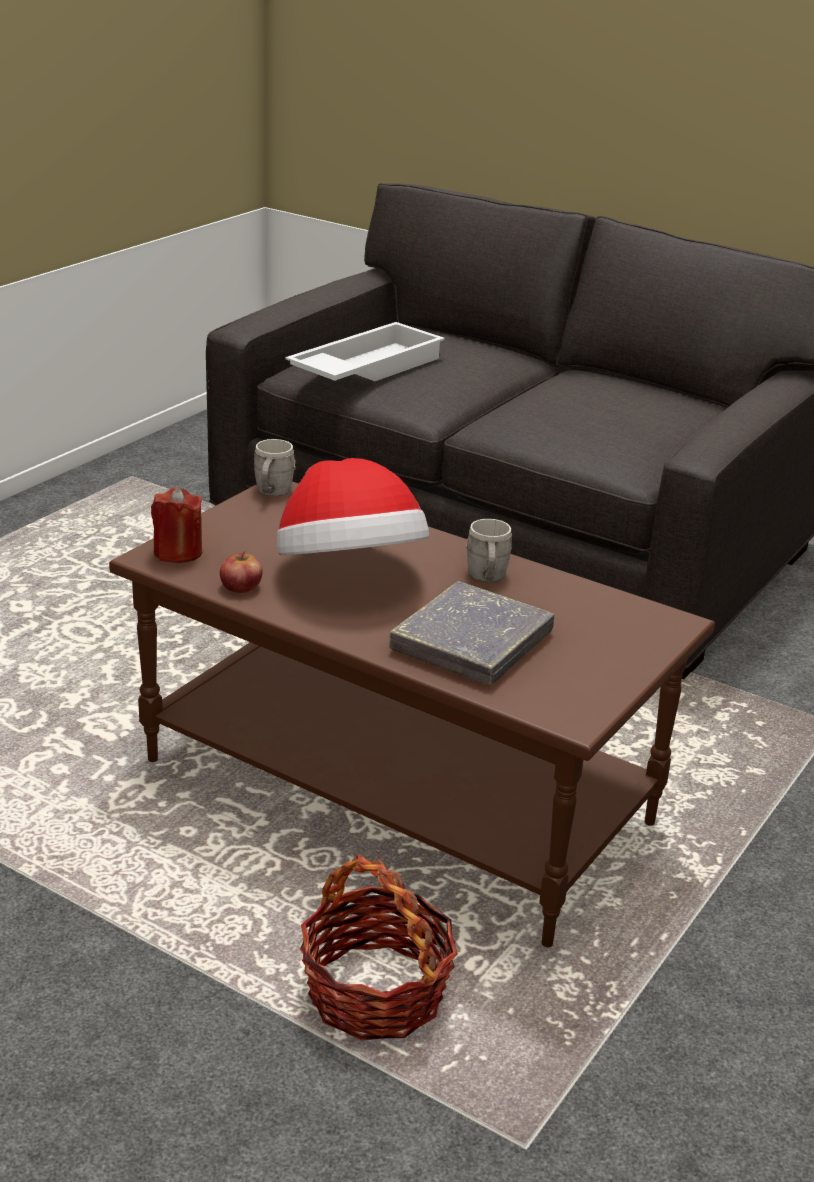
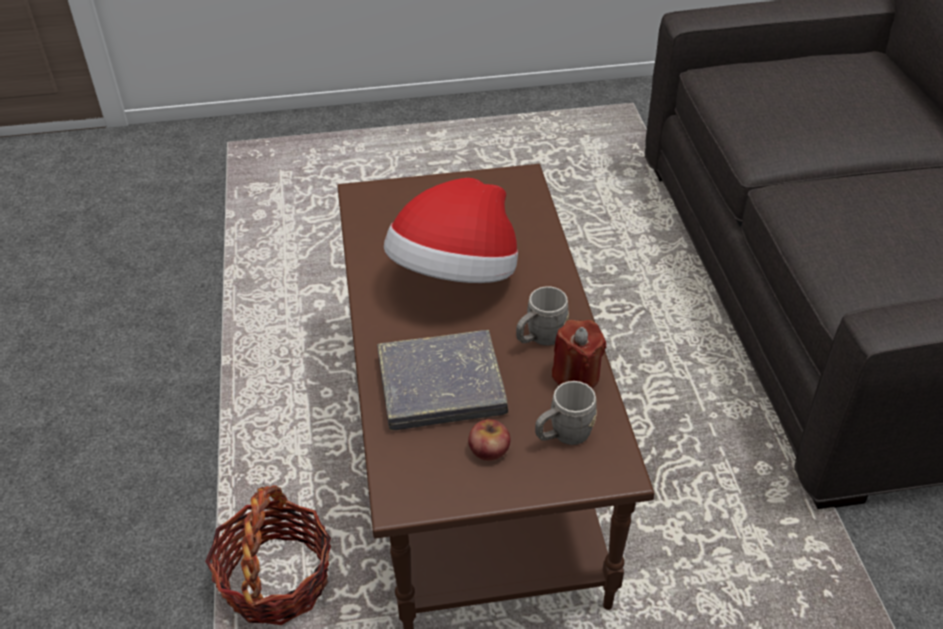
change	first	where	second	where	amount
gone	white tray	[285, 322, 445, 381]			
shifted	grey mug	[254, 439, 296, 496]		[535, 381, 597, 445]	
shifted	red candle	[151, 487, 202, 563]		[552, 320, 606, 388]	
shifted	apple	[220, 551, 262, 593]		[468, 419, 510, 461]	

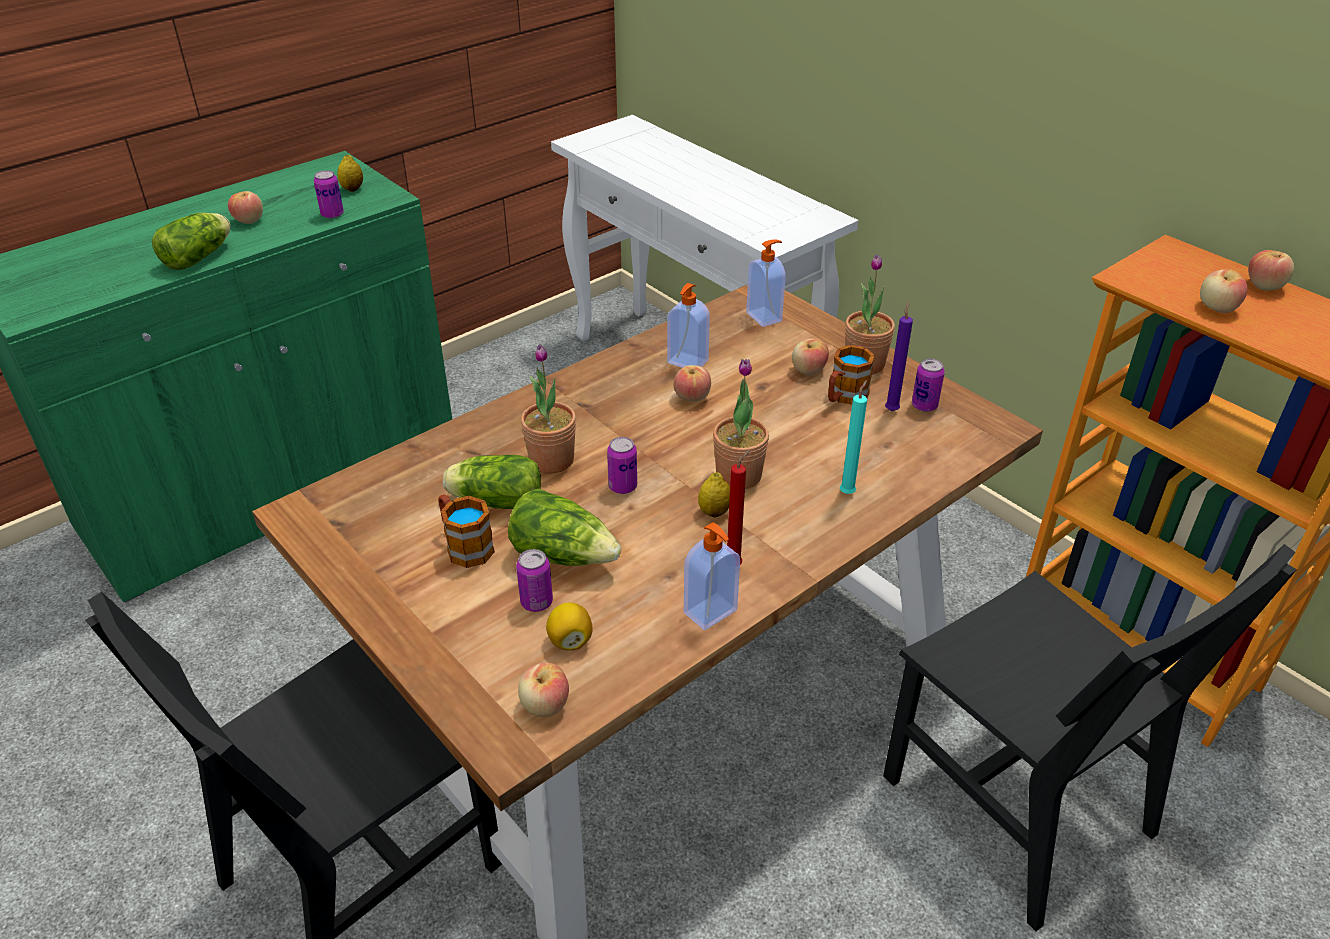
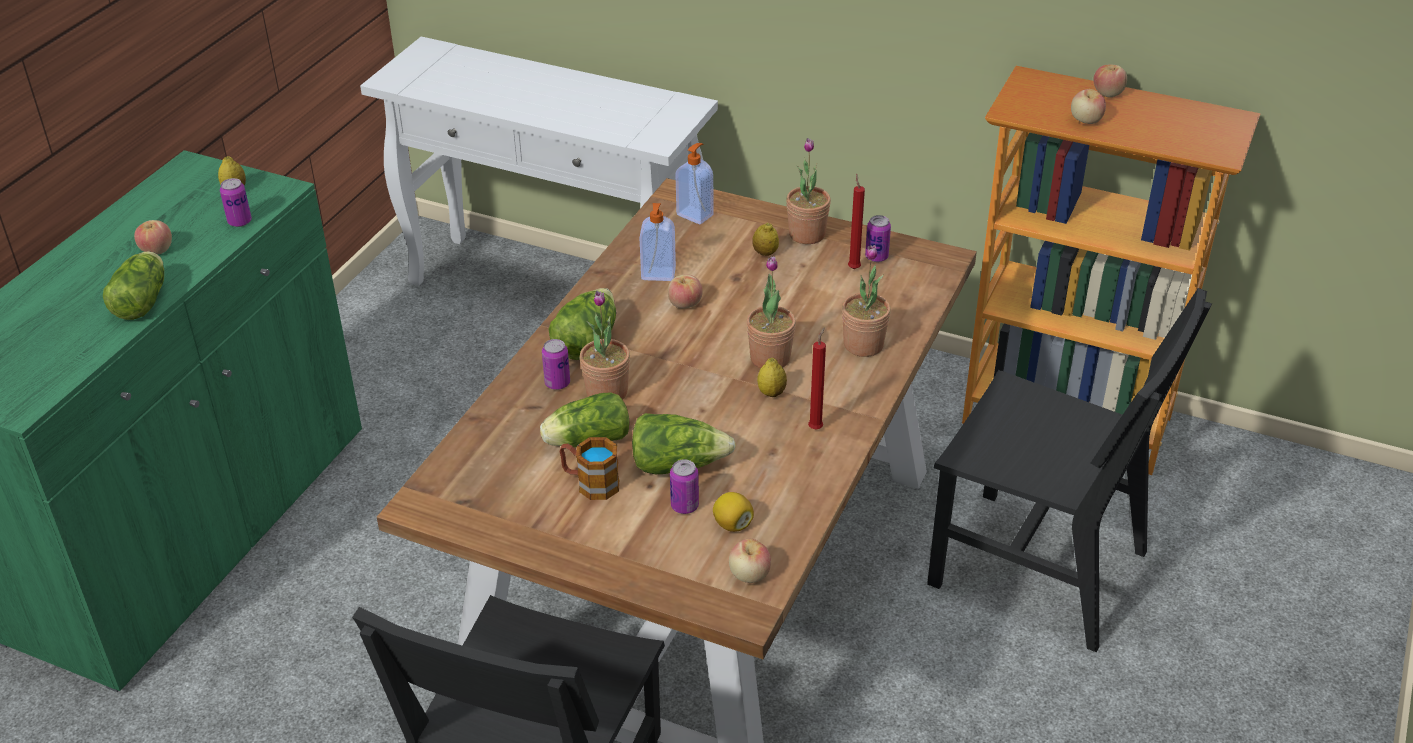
change	first	where	second	where	amount
repainted	purple candle	[885, 302, 913, 411]	red candle	[848, 173, 865, 269]	
swapped	apple	[792, 338, 829, 376]	lemon	[752, 223, 779, 256]	
gone	mug	[828, 345, 875, 405]			
swapped	turquoise candle	[840, 380, 867, 494]	potted plant	[842, 245, 891, 357]	
shifted	can	[607, 437, 637, 494]		[542, 339, 570, 390]	
gone	soap dispenser	[684, 522, 740, 630]			
new			lettuce	[549, 288, 616, 360]	

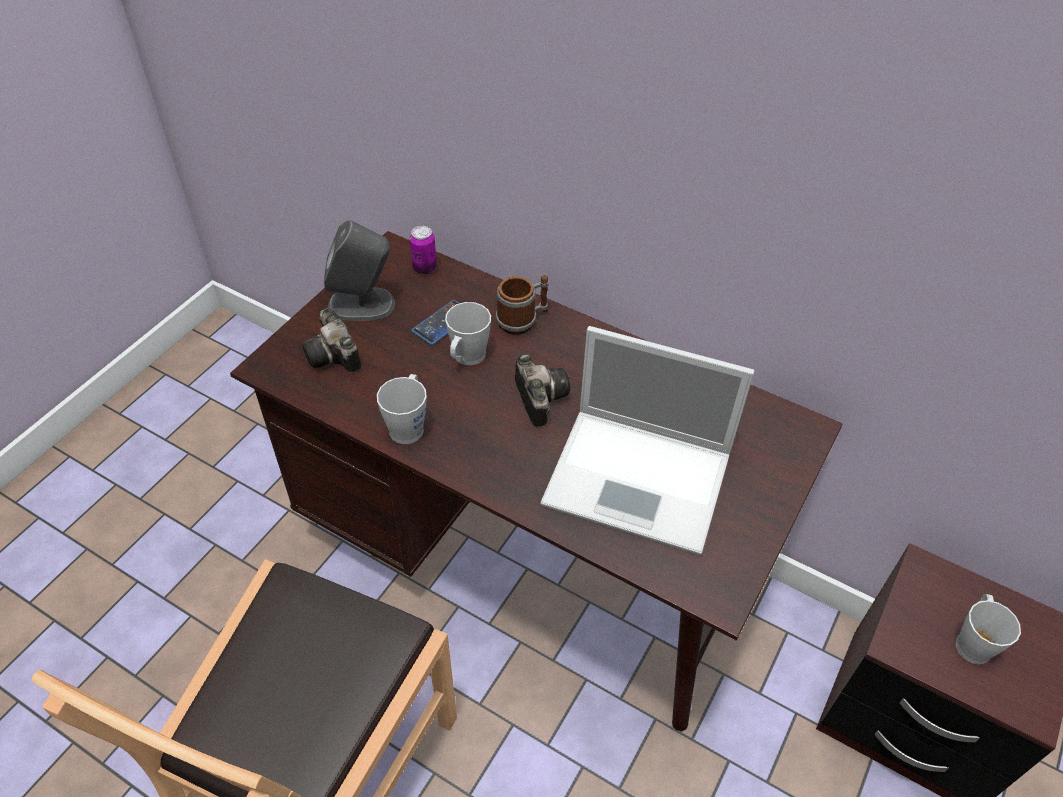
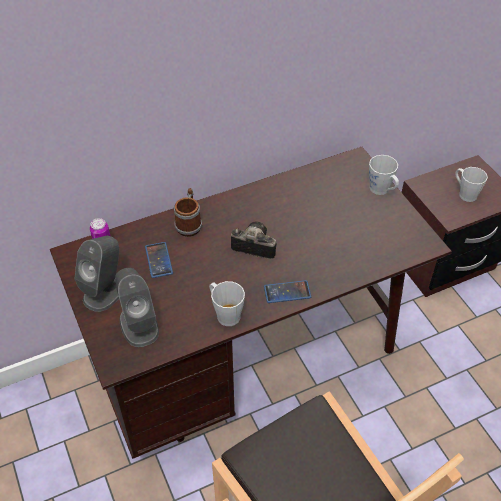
change	first	where	second	where	amount
shifted	grey mug	[445, 302, 491, 365]		[369, 155, 399, 195]	
swapped	photo camera	[303, 308, 361, 373]	grey speaker	[115, 268, 159, 347]	
gone	laptop	[540, 326, 754, 555]			
new			phone	[264, 280, 311, 303]	

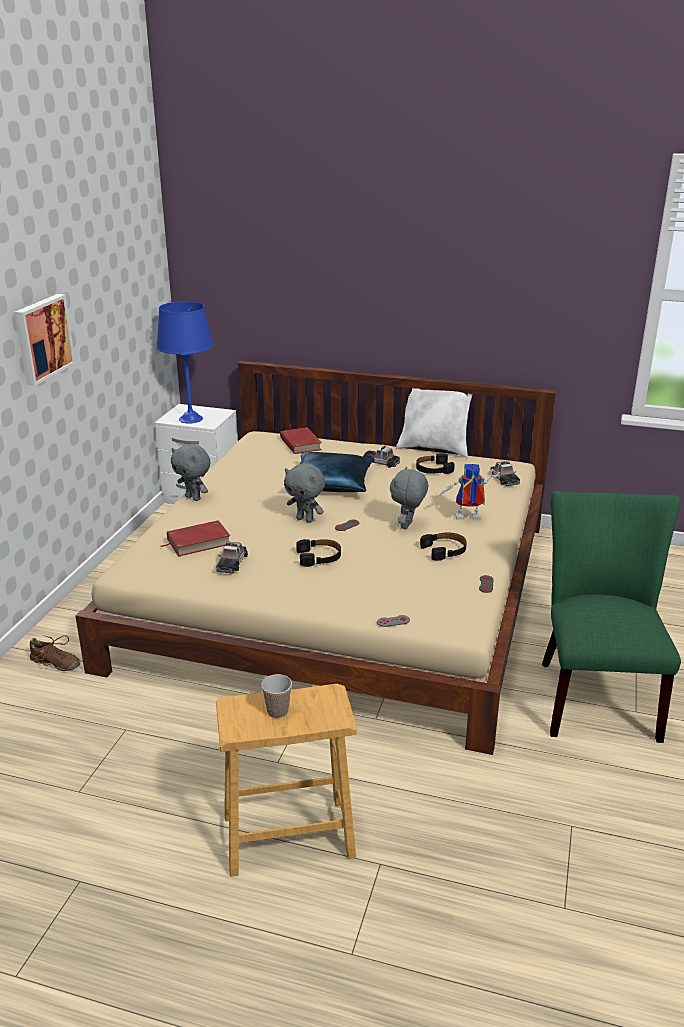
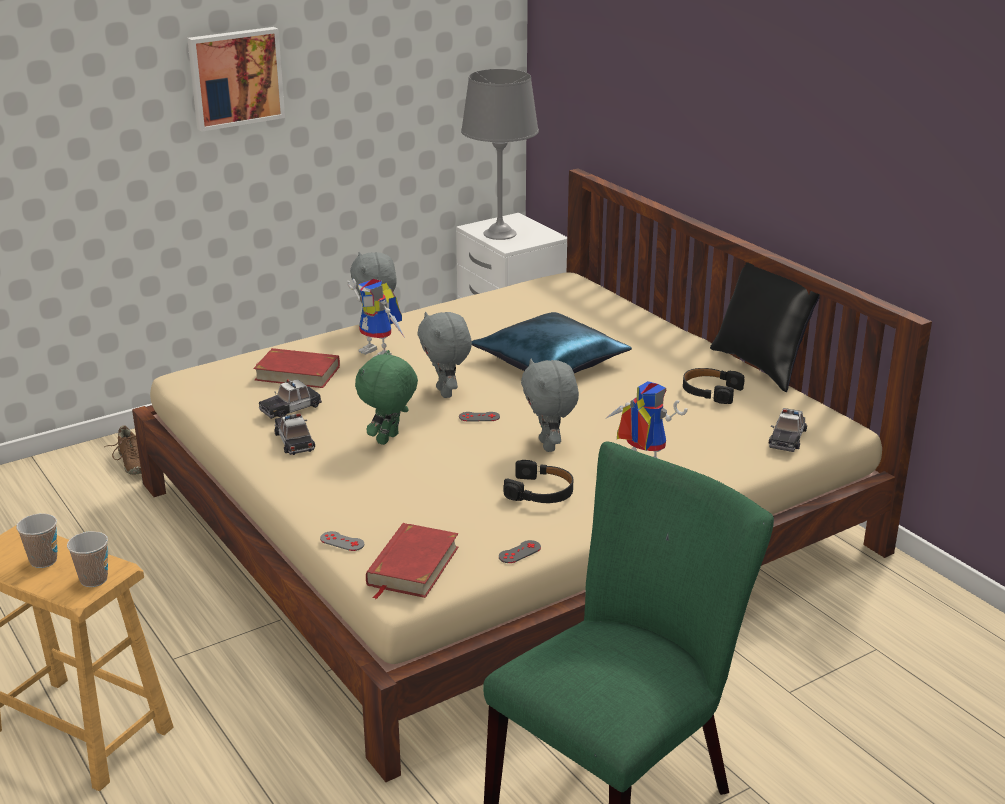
change	first	where	second	where	amount
repainted	blue table lamp	[157, 301, 213, 424]	grey table lamp	[461, 69, 539, 240]	
repainted	white pillow	[396, 388, 473, 457]	black pillow	[710, 262, 820, 392]	
shifted	red book	[280, 427, 322, 454]		[366, 523, 458, 599]	
shifted	toy car	[363, 445, 400, 468]		[274, 413, 315, 455]	
rotated	grey plush toy	[390, 466, 428, 530]		[521, 359, 579, 452]	75 degrees counterclockwise
swapped	black headphones	[296, 539, 341, 567]	green plush toy	[355, 350, 418, 445]	
new			toy robot	[347, 279, 405, 357]	
new			cup	[67, 531, 108, 587]	

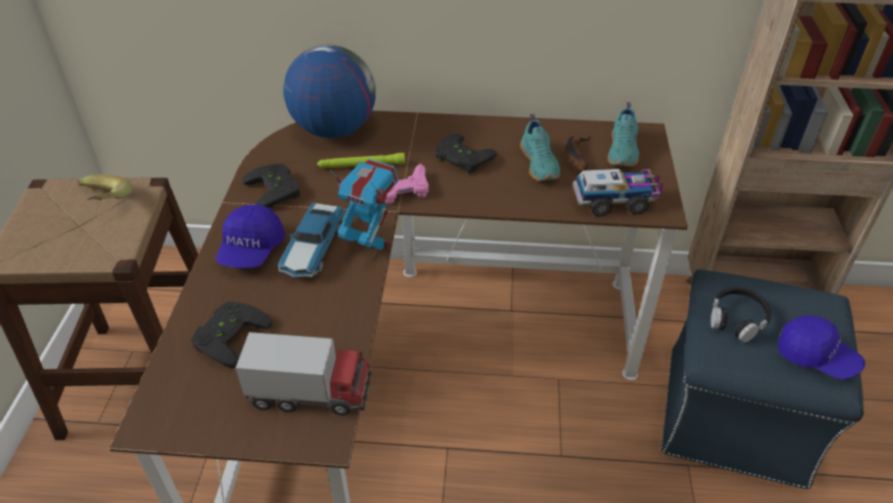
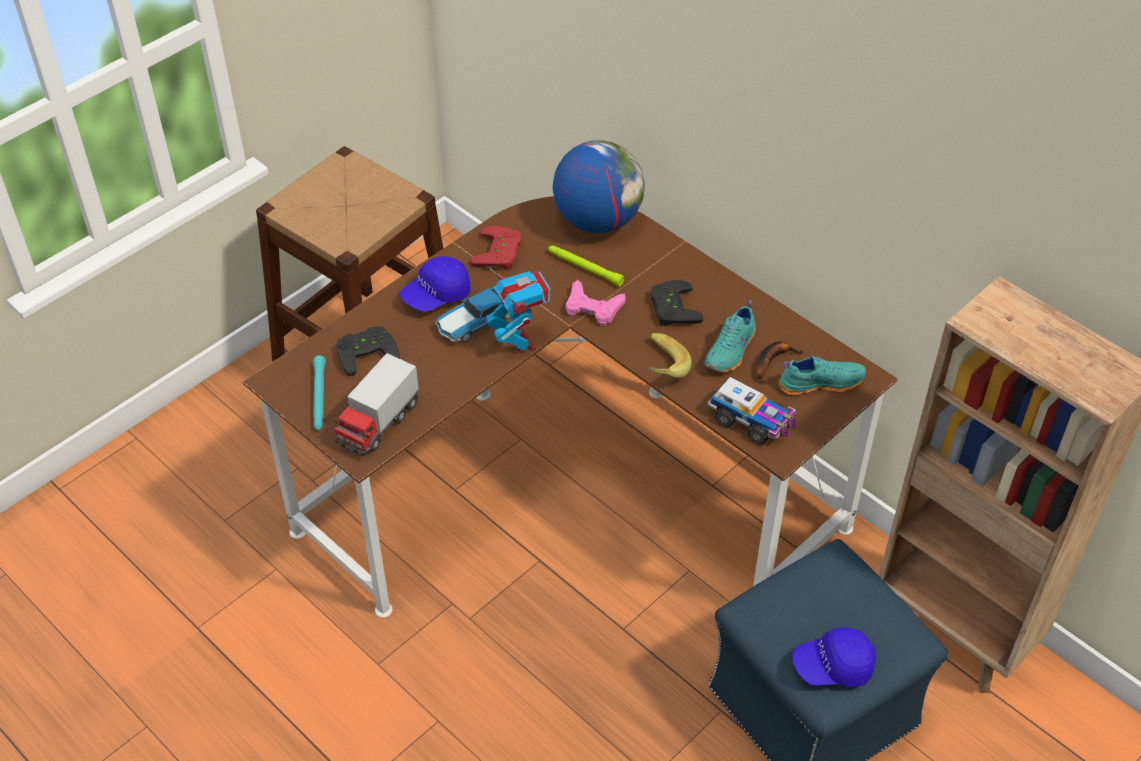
change	first	where	second	where	amount
rotated	turquoise shoe	[607, 102, 639, 167]		[778, 356, 866, 395]	150 degrees counterclockwise
repainted	black game controller	[242, 163, 300, 208]	red game controller	[470, 226, 521, 270]	
shifted	banana	[78, 174, 133, 201]		[645, 333, 692, 378]	
gone	black headphones	[711, 287, 771, 343]			
rotated	blue cap	[778, 315, 865, 380]		[792, 627, 876, 687]	90 degrees clockwise
rotated	toy truck	[235, 332, 372, 415]		[335, 353, 419, 456]	75 degrees clockwise
new			turquoise flashlight	[313, 355, 326, 431]	

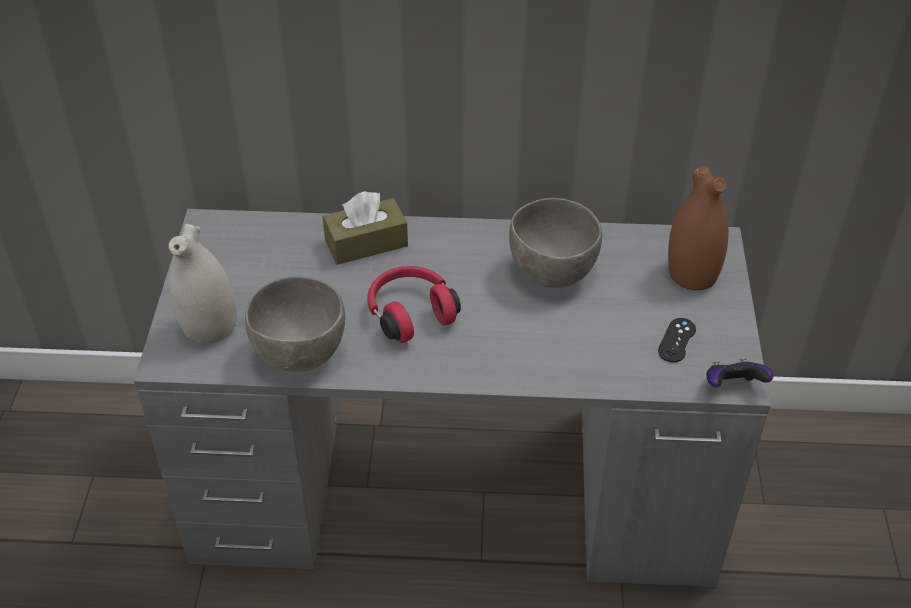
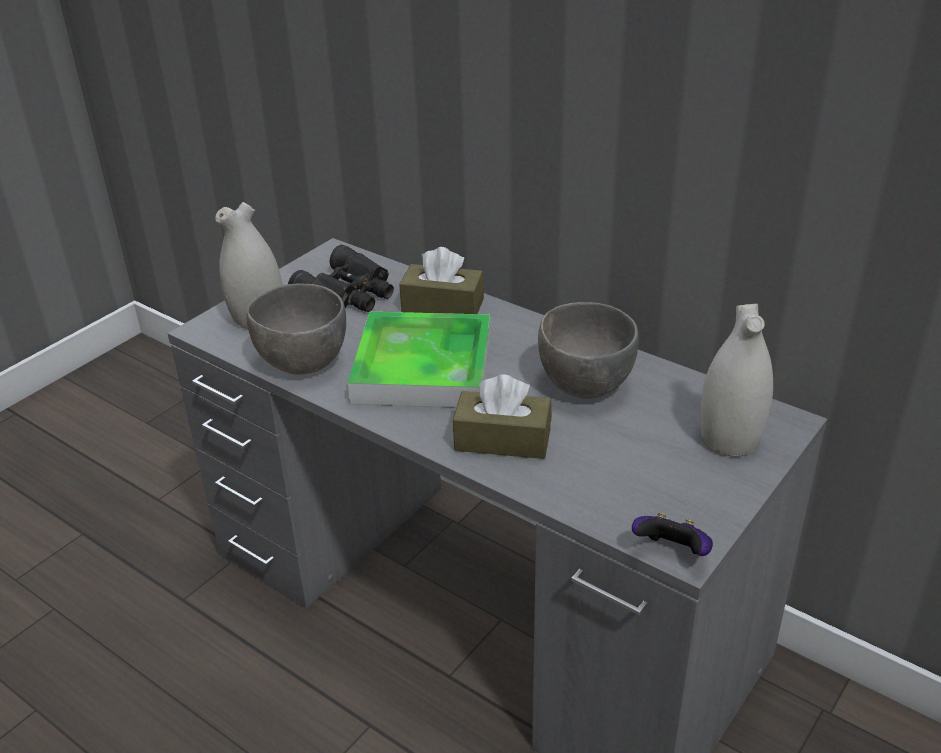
change	first	where	second	where	amount
repainted	brown vase	[668, 166, 729, 290]	white vase	[701, 304, 773, 457]	
swapped	red headphones	[367, 266, 461, 343]	tray	[348, 312, 491, 408]	
gone	black game controller	[658, 318, 696, 363]			
new			black binoculars	[288, 245, 394, 312]	
new			brown tissue box	[453, 374, 552, 459]	

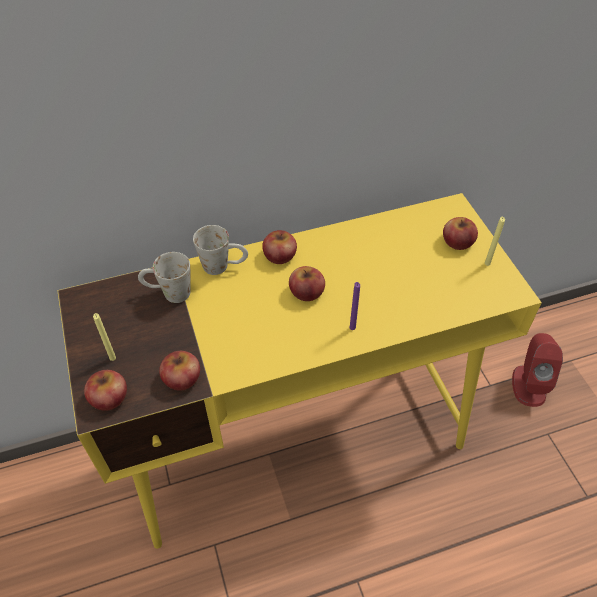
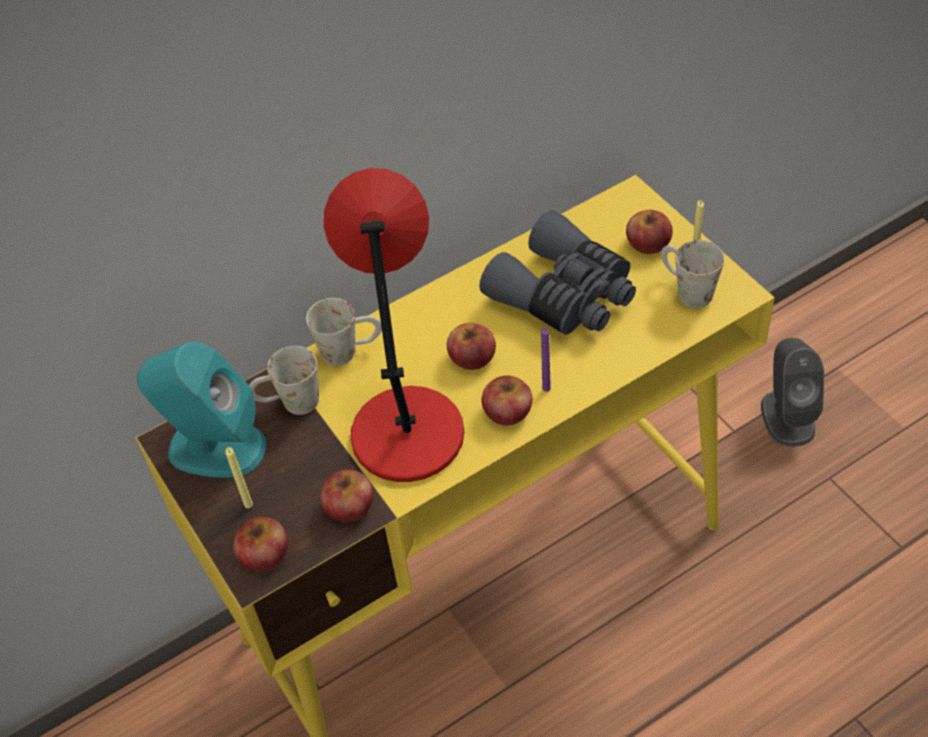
change	first	where	second	where	amount
shifted	apple	[262, 230, 297, 264]		[481, 376, 532, 426]	
repainted	red speaker	[512, 333, 563, 407]	grey speaker	[761, 338, 824, 447]	
new			red table lamp	[324, 168, 465, 482]	
new			grey binoculars	[480, 210, 636, 335]	
new			white mug	[661, 240, 724, 308]	
new			turquoise speaker	[137, 342, 266, 478]	

